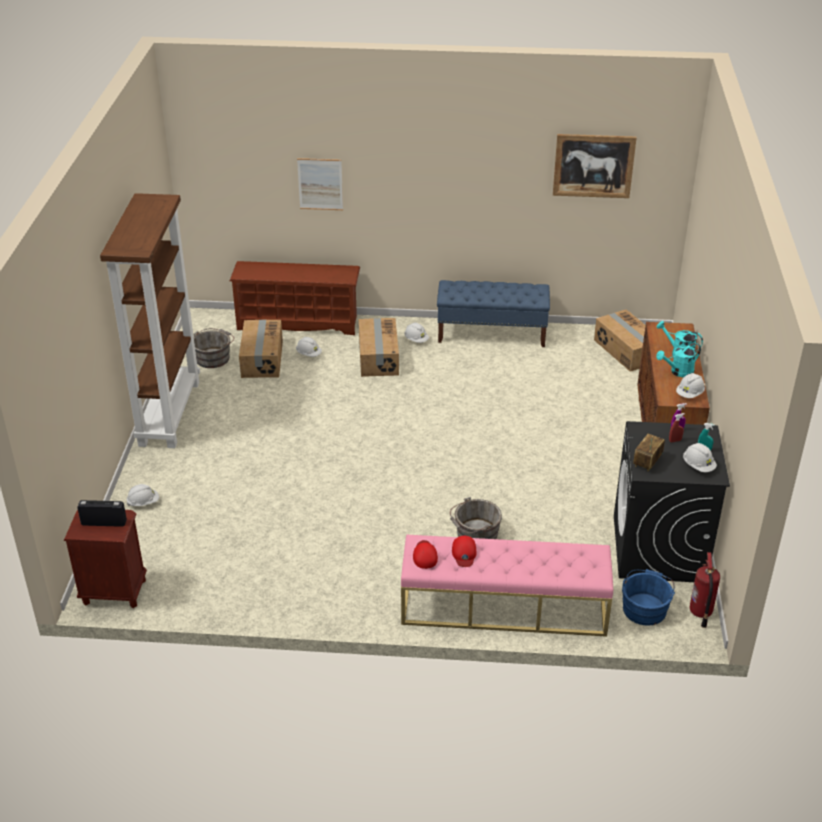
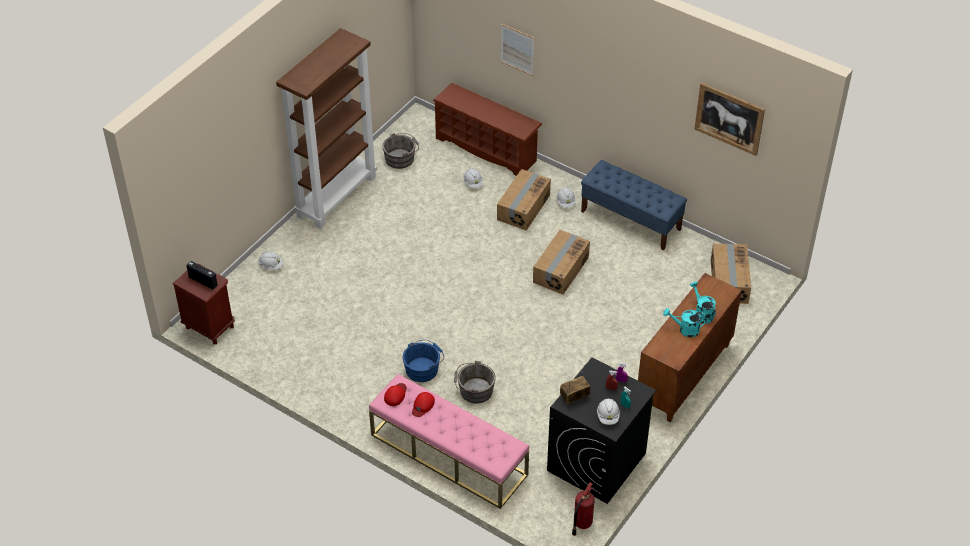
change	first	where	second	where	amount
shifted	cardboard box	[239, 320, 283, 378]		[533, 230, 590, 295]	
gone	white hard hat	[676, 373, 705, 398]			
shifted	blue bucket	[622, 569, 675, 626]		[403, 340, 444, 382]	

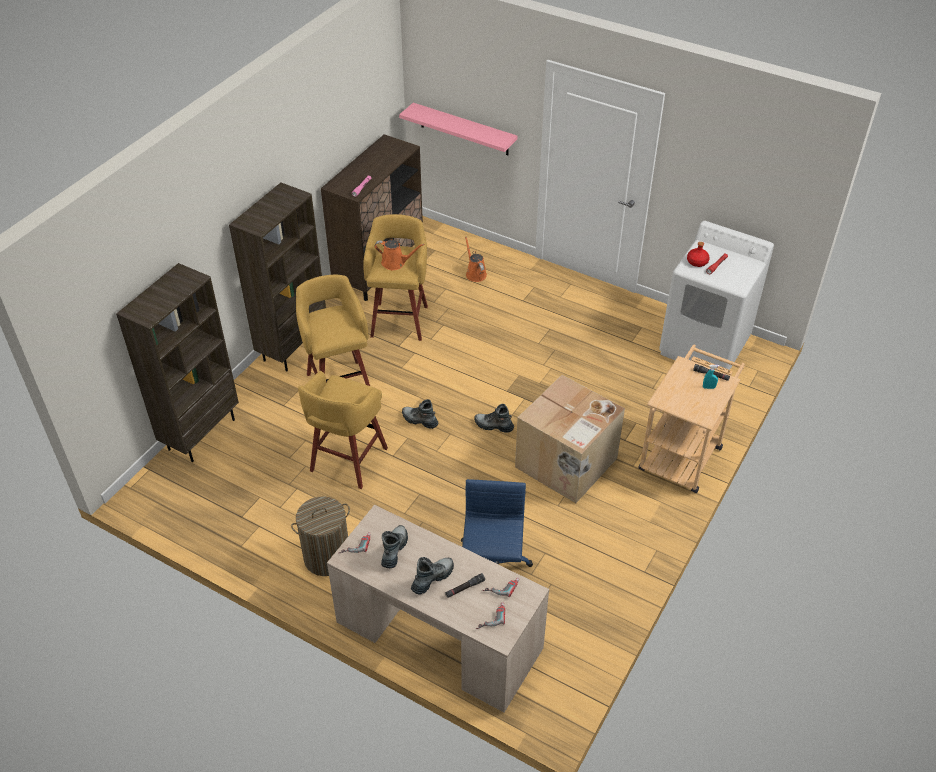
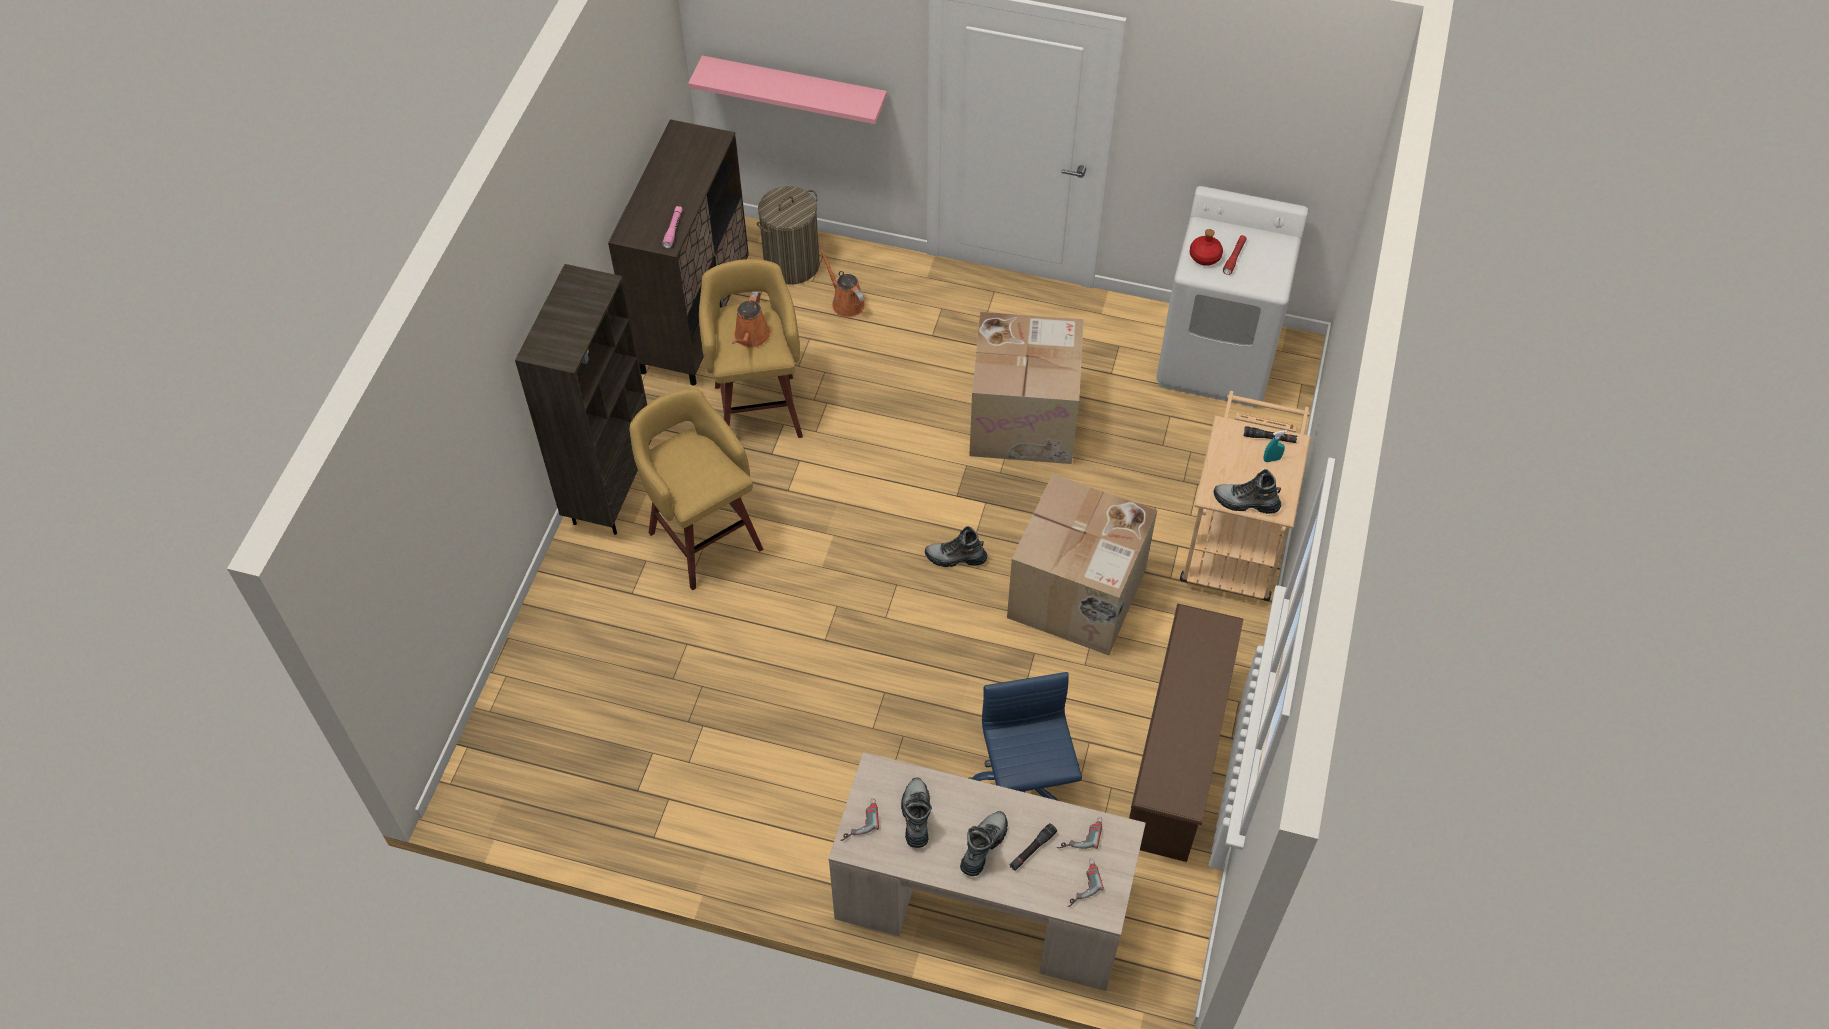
change	first	where	second	where	amount
rotated	orange watering can	[374, 240, 425, 270]		[732, 291, 771, 348]	105 degrees clockwise
gone	brown bookcase	[116, 263, 239, 462]			
gone	yellow stool	[298, 371, 388, 489]			
shifted	boot	[402, 399, 439, 429]		[1214, 469, 1281, 514]	
shifted	laundry basket	[291, 496, 350, 576]		[757, 186, 820, 285]	
new			cardboard box	[969, 312, 1084, 464]	
new			brown shoe rack	[1129, 603, 1243, 862]	

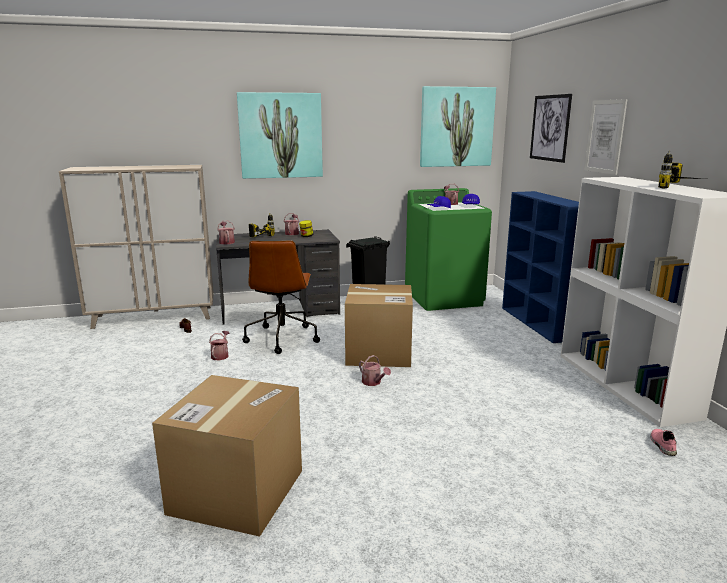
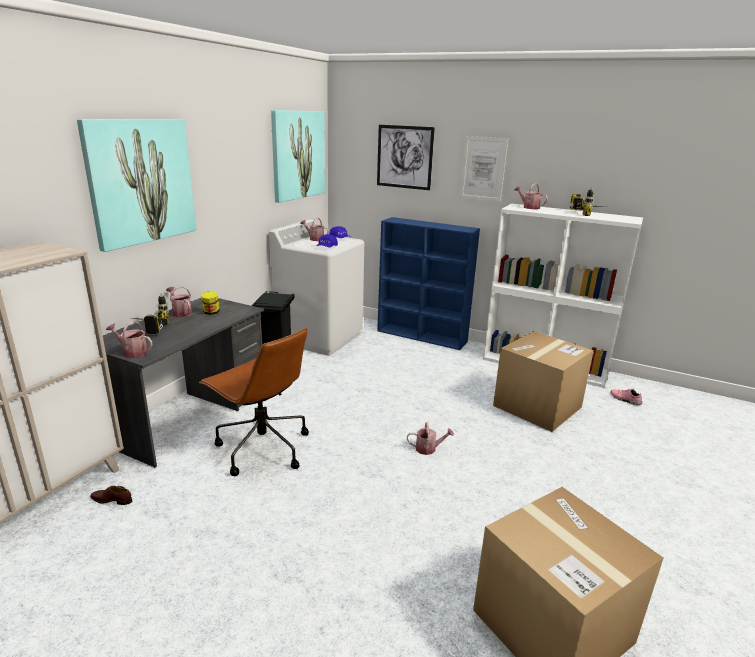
change	first	where	second	where	amount
repainted	green washing machine	[405, 188, 492, 311]	white washing machine	[269, 219, 364, 356]	
shifted	cardboard box	[345, 284, 413, 367]		[493, 331, 594, 432]	
shifted	watering can	[209, 331, 230, 360]		[515, 183, 548, 209]	

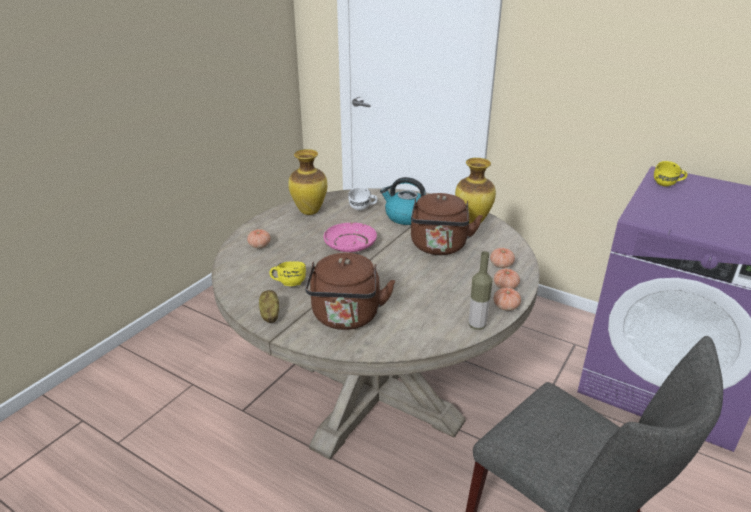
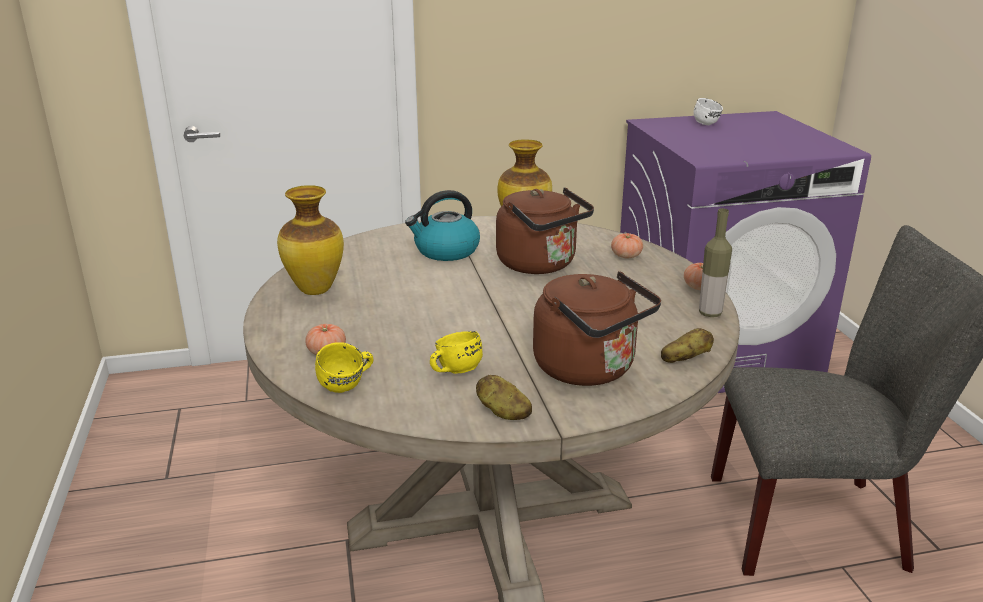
change	first	where	second	where	amount
shifted	yellow mug	[654, 161, 687, 186]		[315, 342, 373, 393]	
shifted	white mug	[348, 187, 378, 211]		[693, 98, 723, 125]	
gone	pink plate	[324, 222, 377, 252]			
gone	tomato	[494, 269, 520, 289]			
new			potato	[661, 328, 714, 363]	

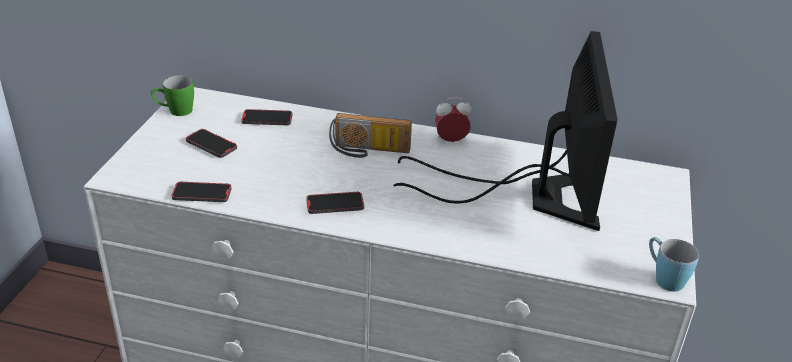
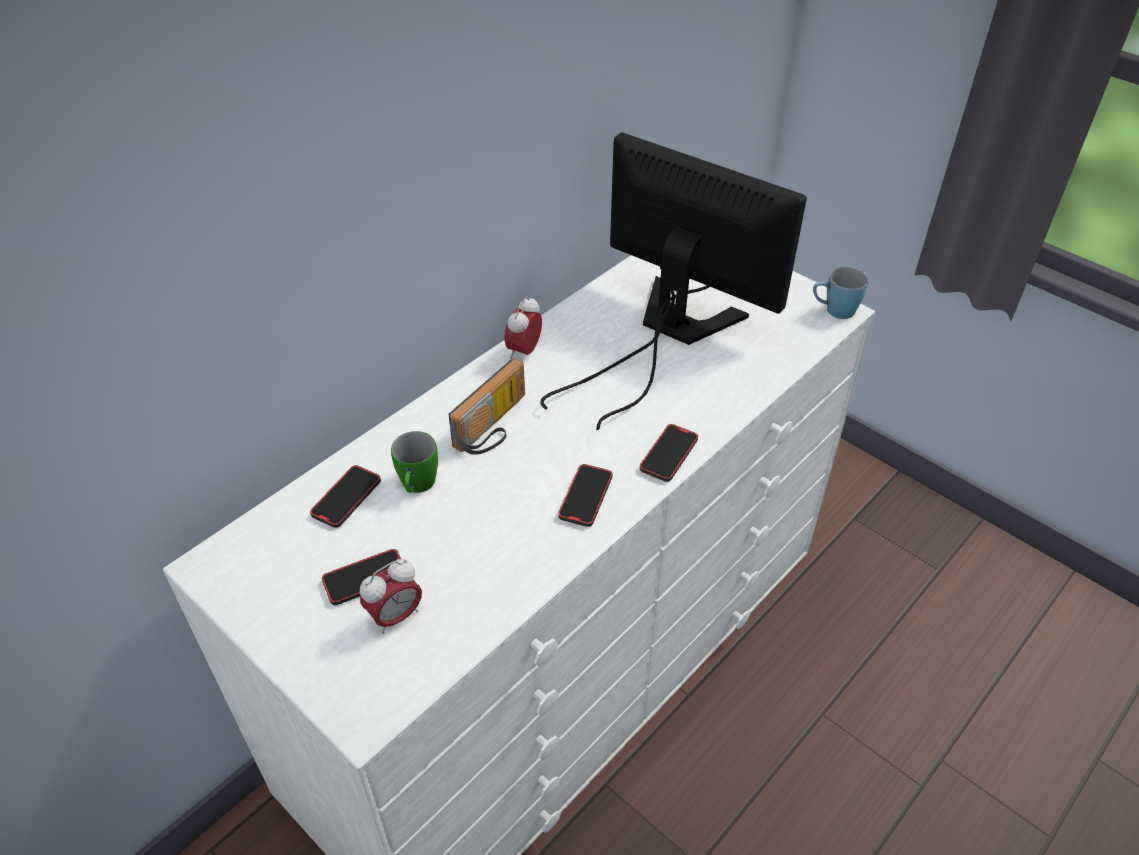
change	first	where	second	where	amount
shifted	green mug	[151, 75, 194, 116]		[391, 431, 438, 493]	
shifted	phone	[172, 182, 231, 202]		[640, 424, 698, 482]	
new			alarm clock	[360, 559, 422, 634]	

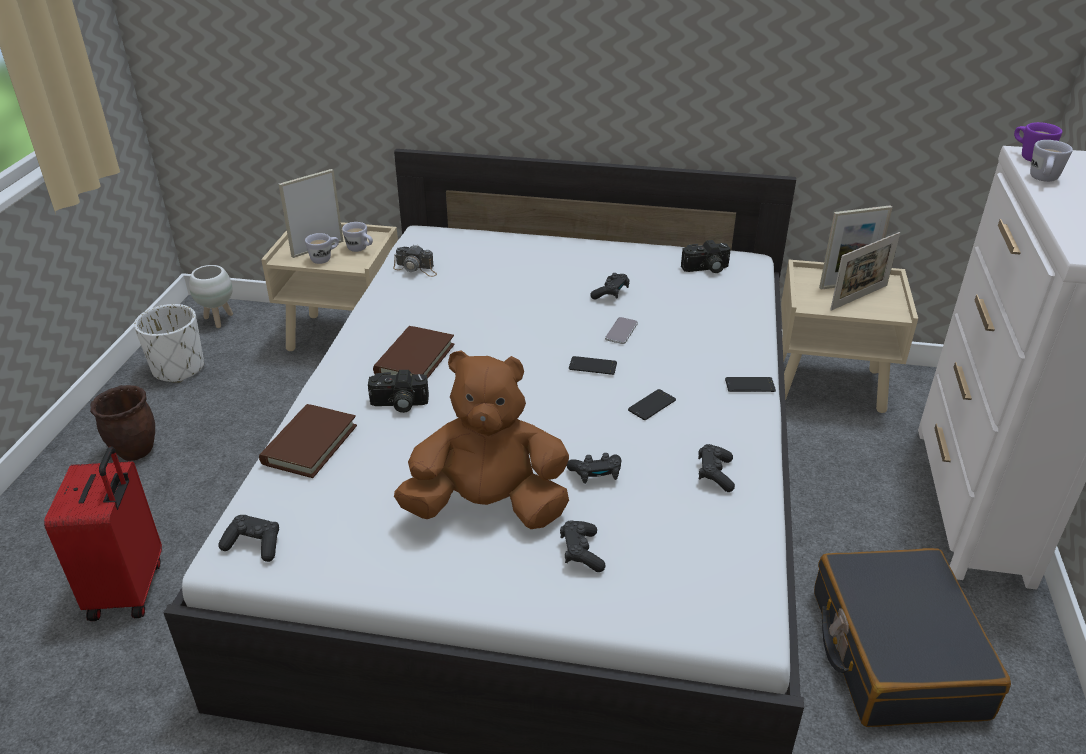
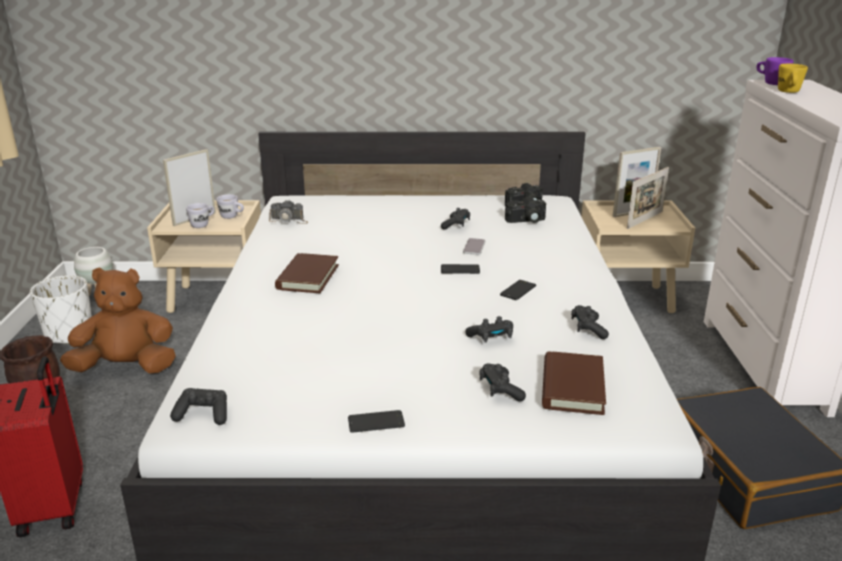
change	first	where	second	where	amount
repainted	white mug	[1030, 140, 1073, 182]	yellow mug	[778, 64, 808, 93]	
shifted	brown plush toy	[394, 350, 569, 529]		[60, 267, 176, 373]	
shifted	photo camera	[368, 370, 429, 413]		[505, 197, 546, 223]	
shifted	phone	[725, 377, 776, 392]		[348, 410, 405, 433]	
shifted	brown book	[259, 404, 357, 478]		[542, 351, 606, 415]	

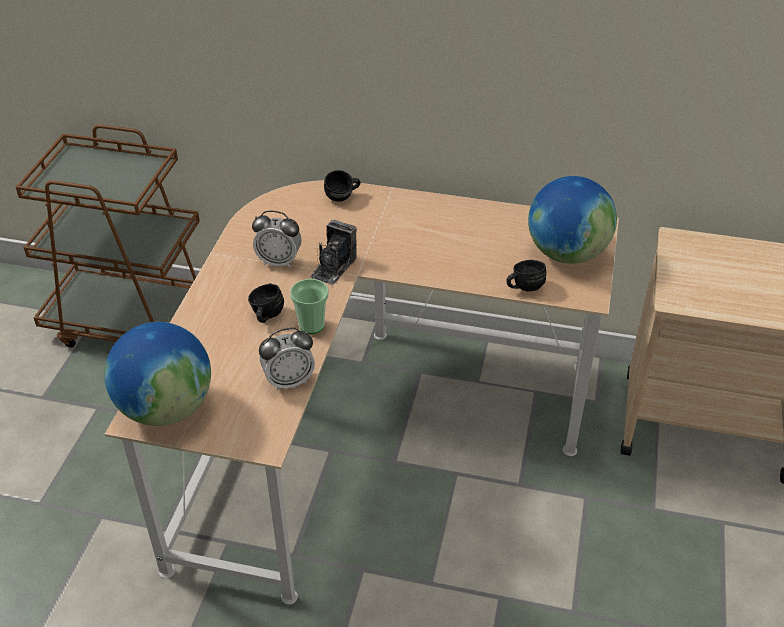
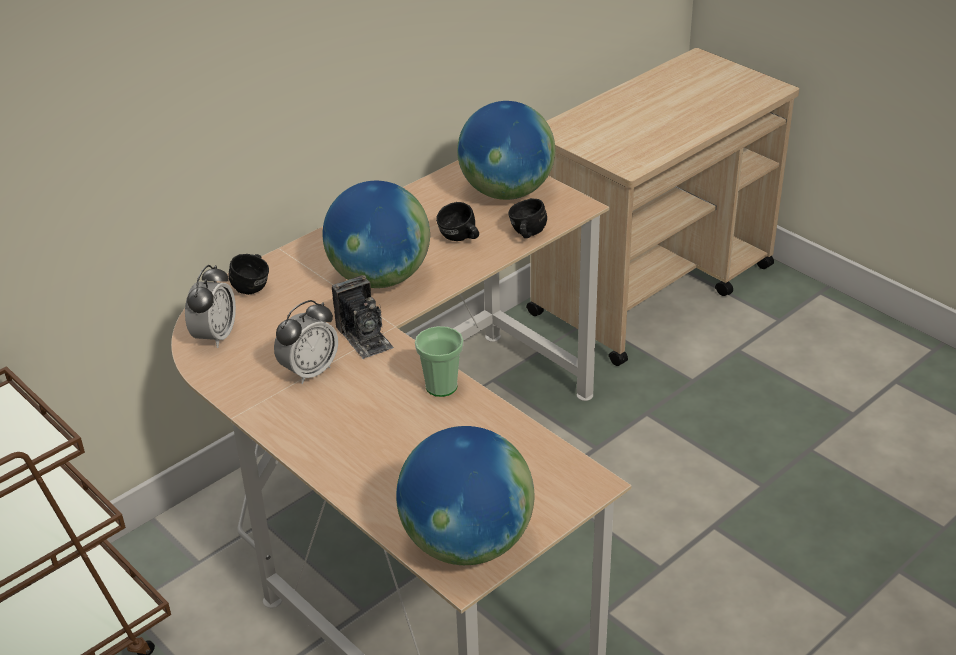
change	first	where	second	where	amount
shifted	black mug	[248, 283, 284, 323]		[436, 202, 479, 241]	
shifted	alarm clock	[259, 328, 315, 391]		[185, 265, 236, 348]	
new			globe	[322, 181, 430, 288]	

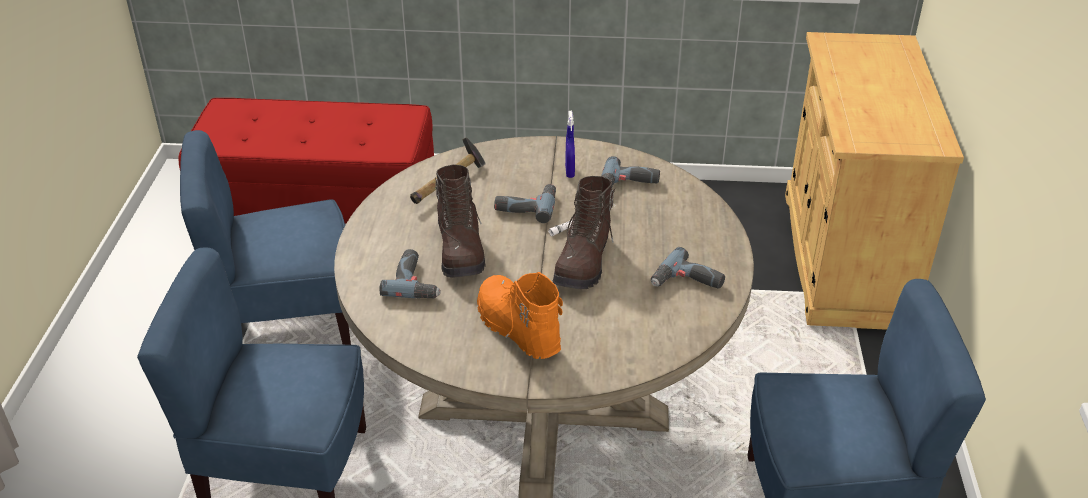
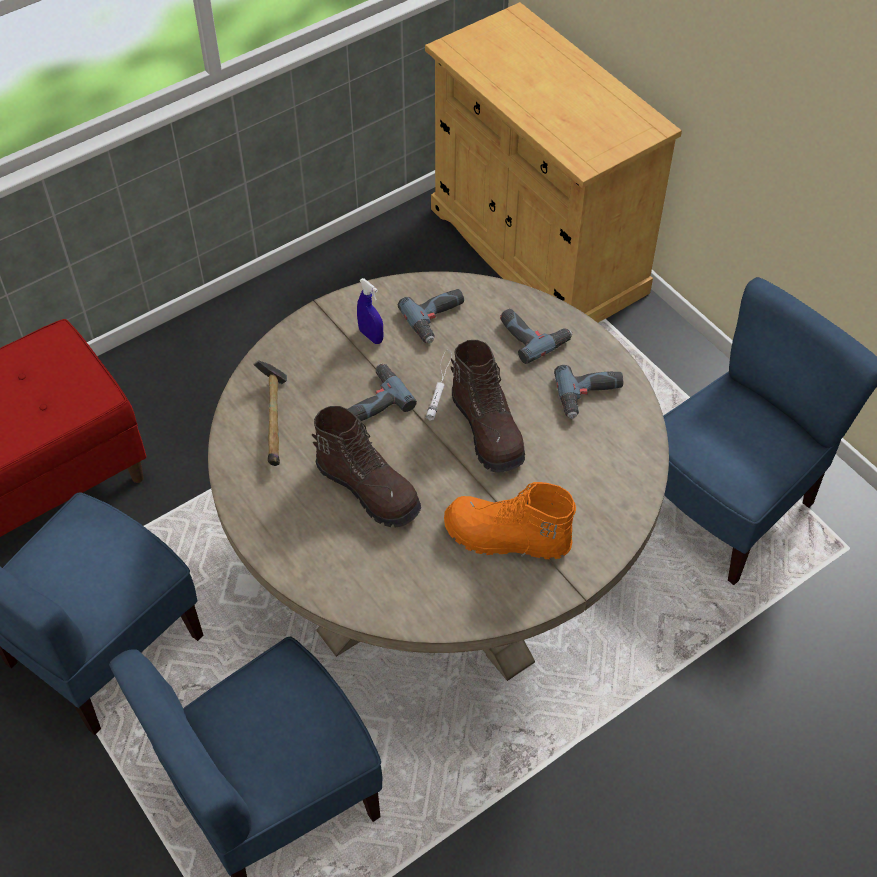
change	first	where	second	where	amount
shifted	power drill	[379, 249, 441, 298]		[500, 309, 572, 364]	

